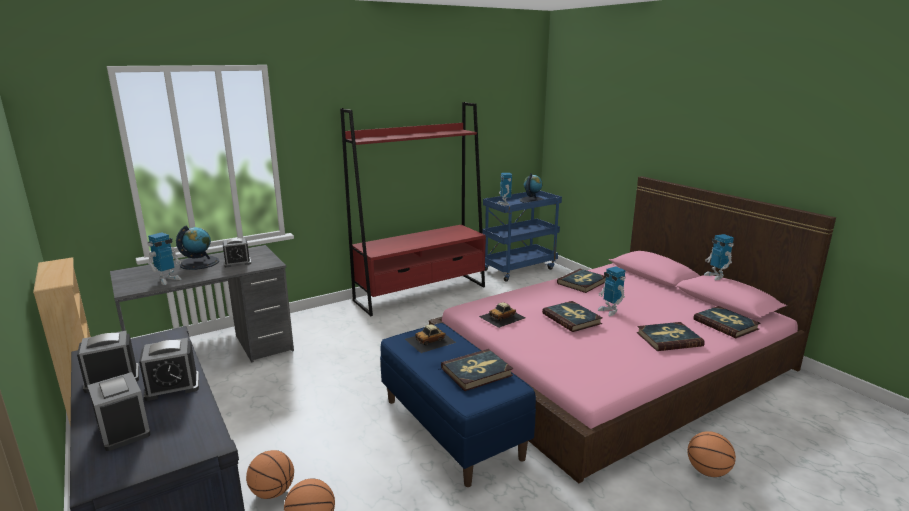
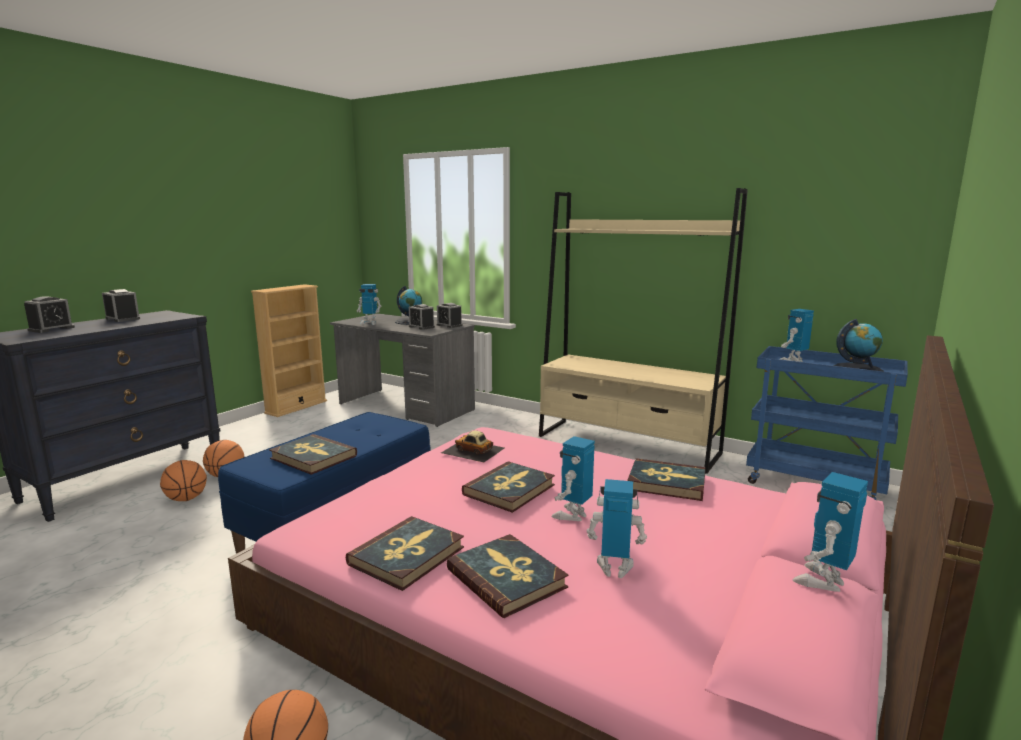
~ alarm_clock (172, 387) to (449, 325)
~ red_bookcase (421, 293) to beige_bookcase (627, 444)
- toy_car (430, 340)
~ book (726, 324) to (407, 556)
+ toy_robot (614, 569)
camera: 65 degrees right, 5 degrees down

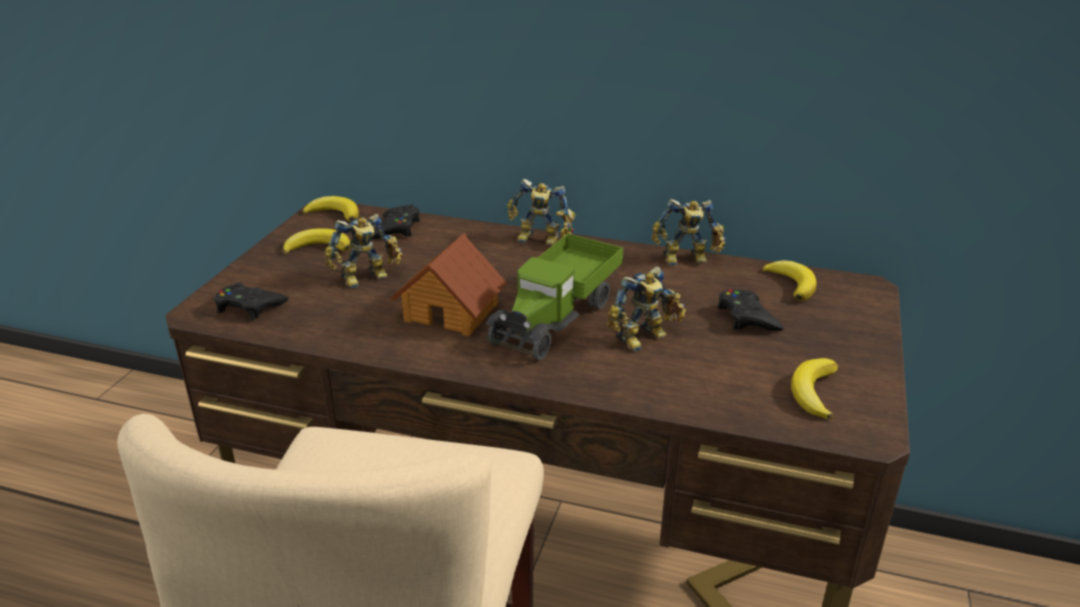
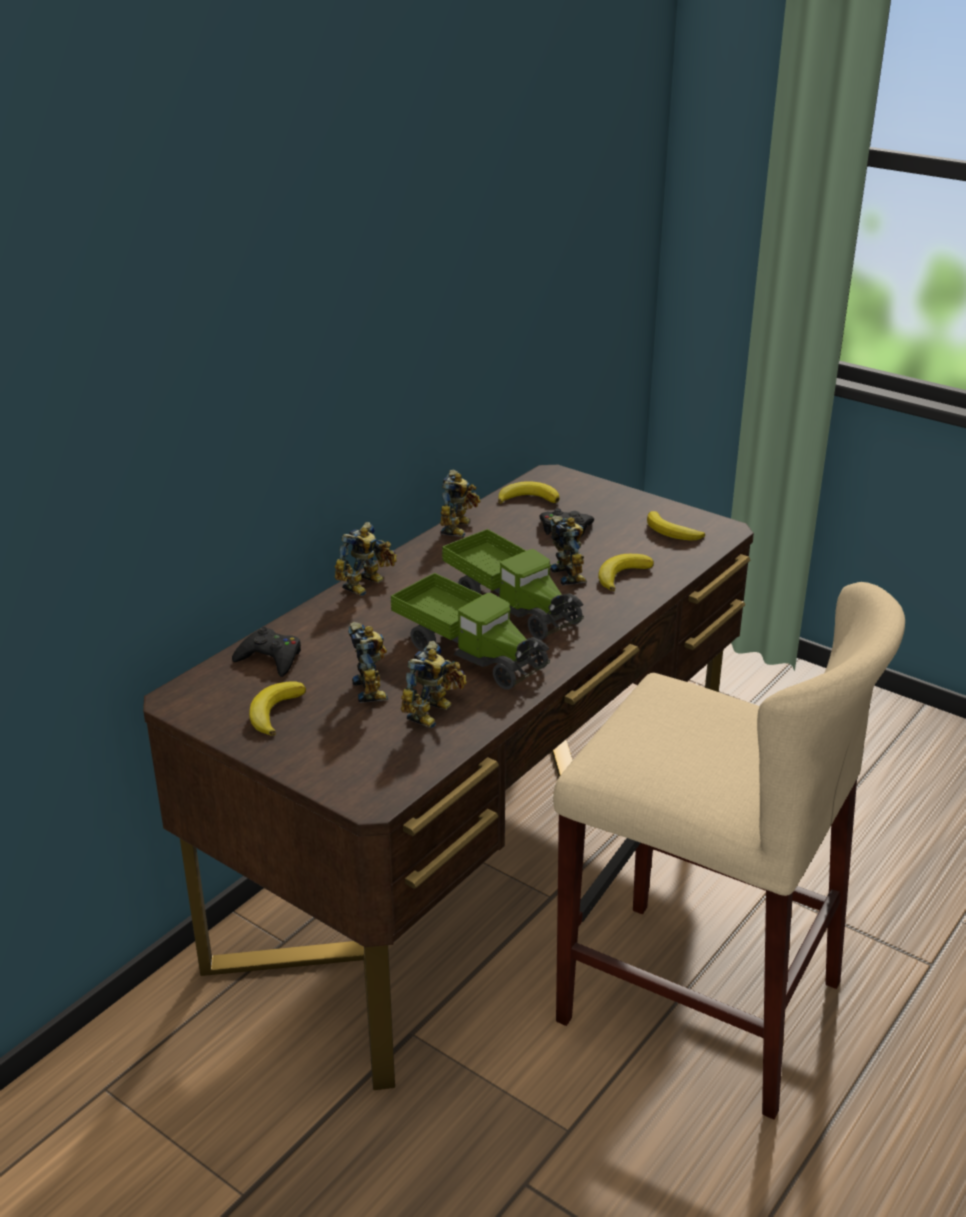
- black_game_controller (249, 306)
~ banana (334, 213) to (621, 575)
~ toy_house (452, 311) to toy_truck (470, 651)
+ toy_robot (434, 713)
camera: 70 degrees left, 0 degrees up

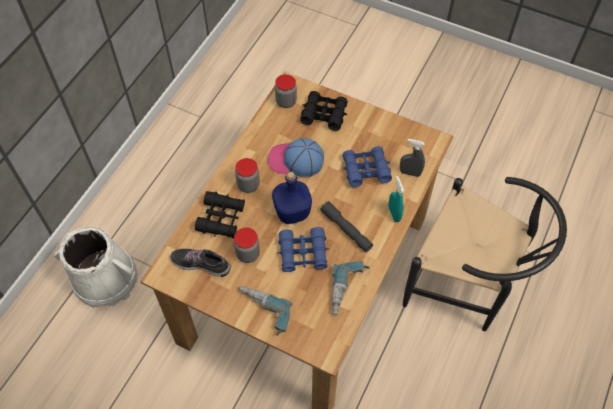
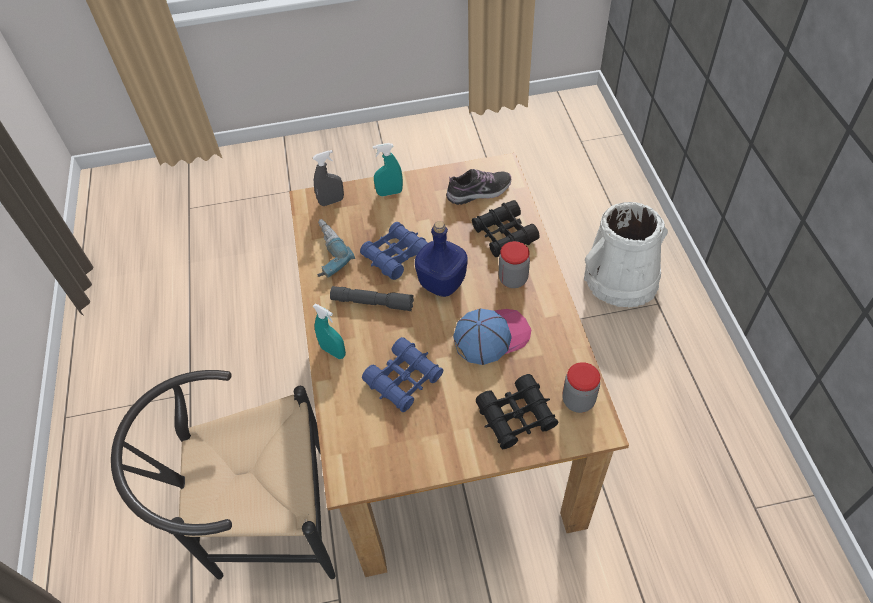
- jar (248, 254)
~ power_drill (261, 312) to turquoise_spray_bottle (390, 193)
~ grey_spray_bottle (410, 173) to (331, 201)
camera: 145 degrees right, 5 degrees down

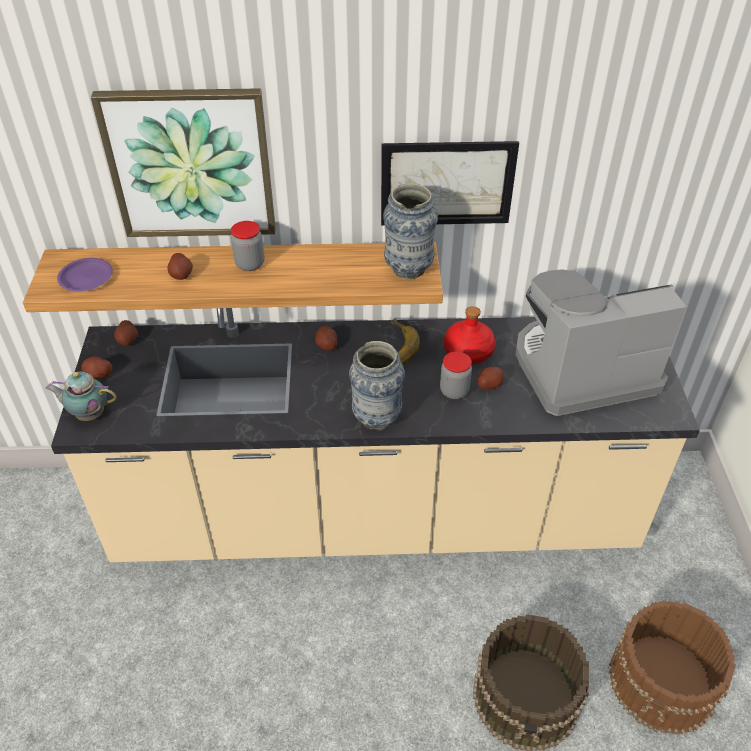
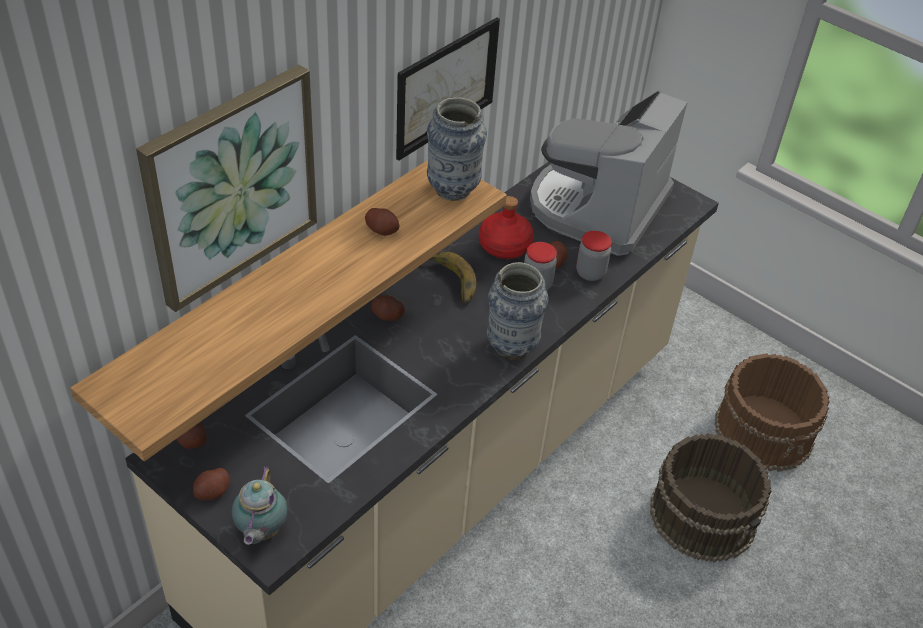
~ teapot (88, 414) = (260, 532) 45 degrees counterclockwise
- purple_plate (86, 278)
~ potato (181, 275) to (382, 230)
~ jar (250, 264) to (590, 273)
camera: 50 degrees left, 0 degrees up

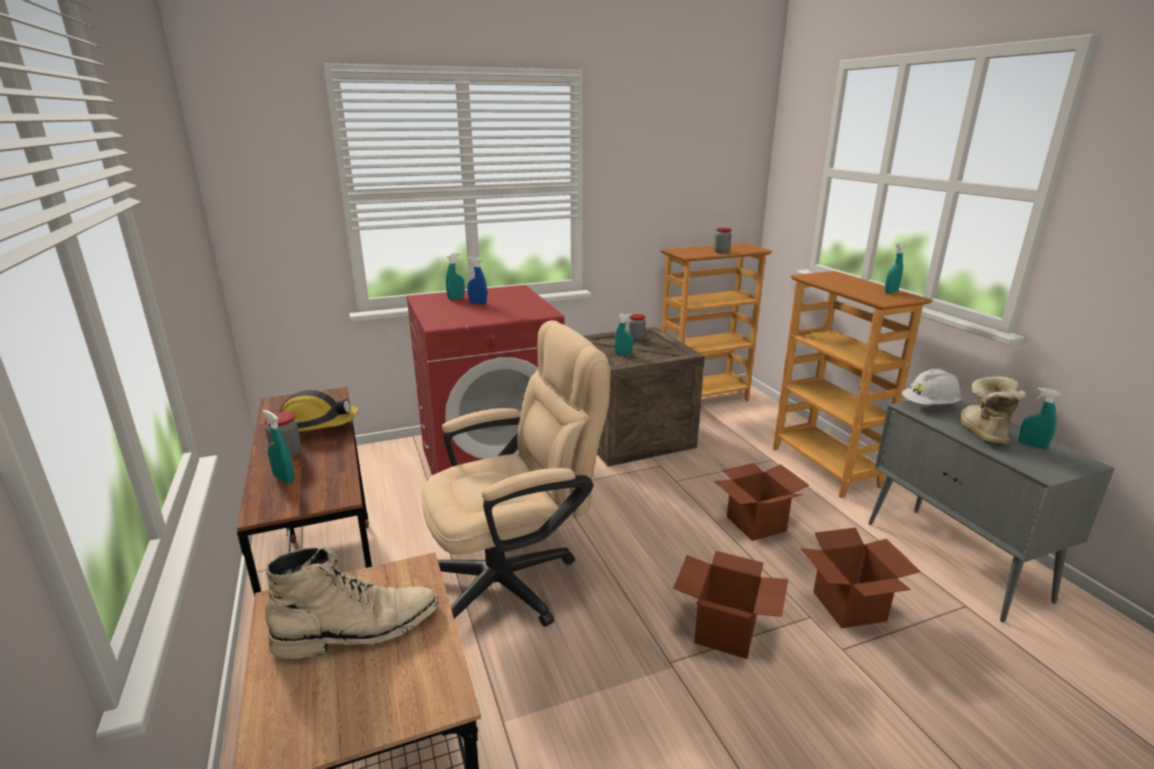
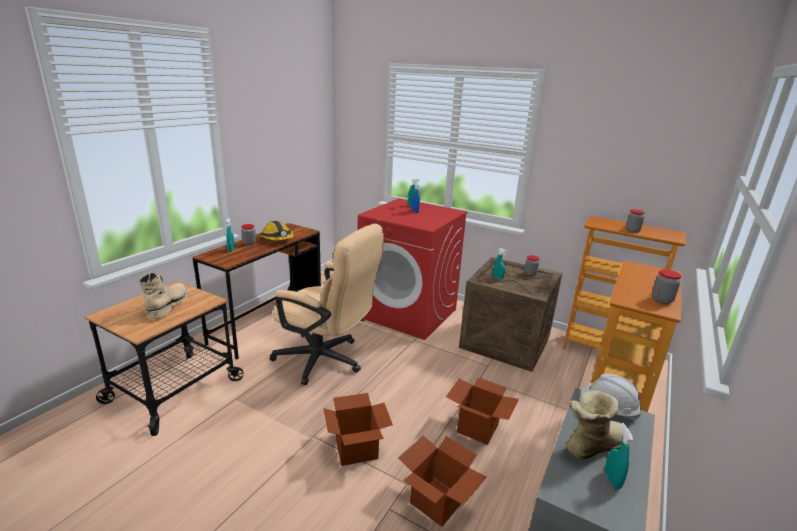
~ beige_boot (359, 630) = (168, 304) 120 degrees counterclockwise
~ turquoise_spray_bottle (891, 292) to jar (661, 300)
camera: 50 degrees right, 0 degrees up

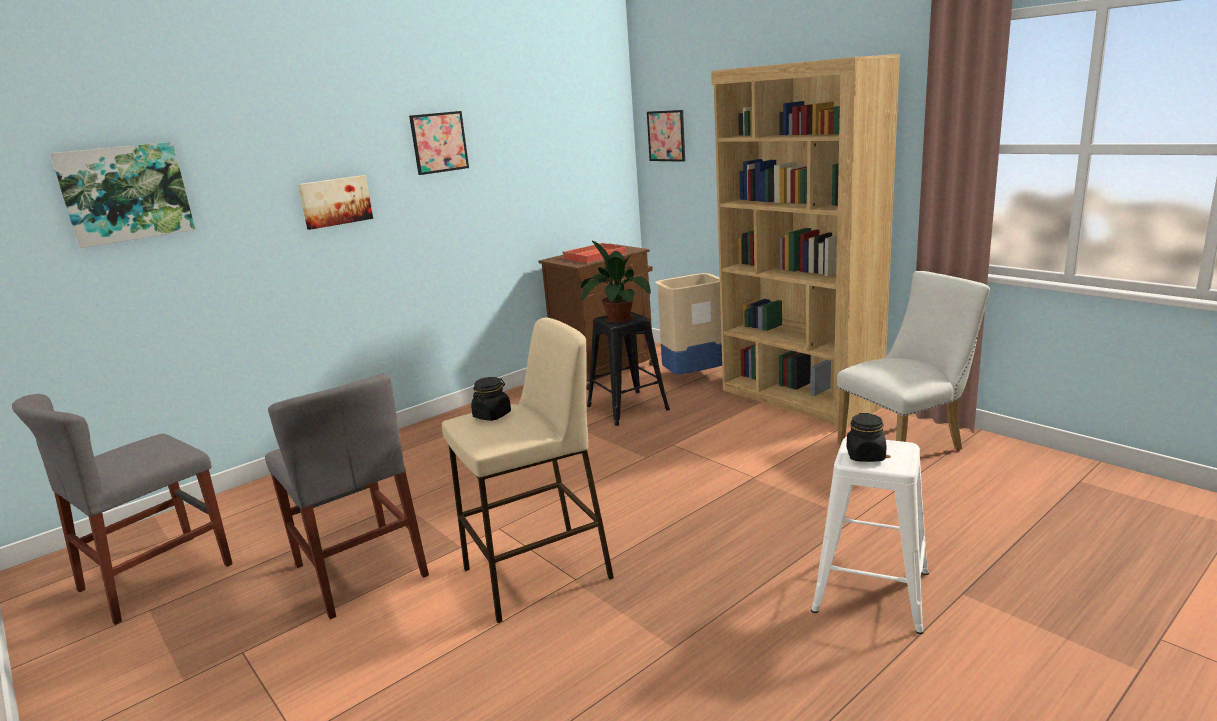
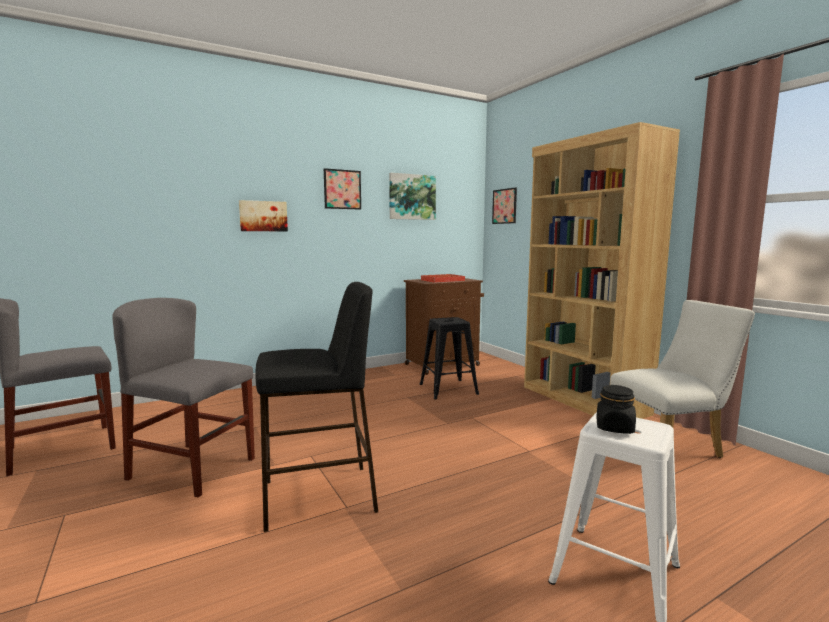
~ picture (125, 193) to (412, 197)
~ grey_chair (360, 570) = (193, 468) 135 degrees clockwise
~ beige_stool (538, 573) to black_stool (320, 496)
- black_jar (492, 415)
- potted_plant (616, 317)
- beige_trash_can (693, 376)
camera: 10 degrees right, 10 degrees down

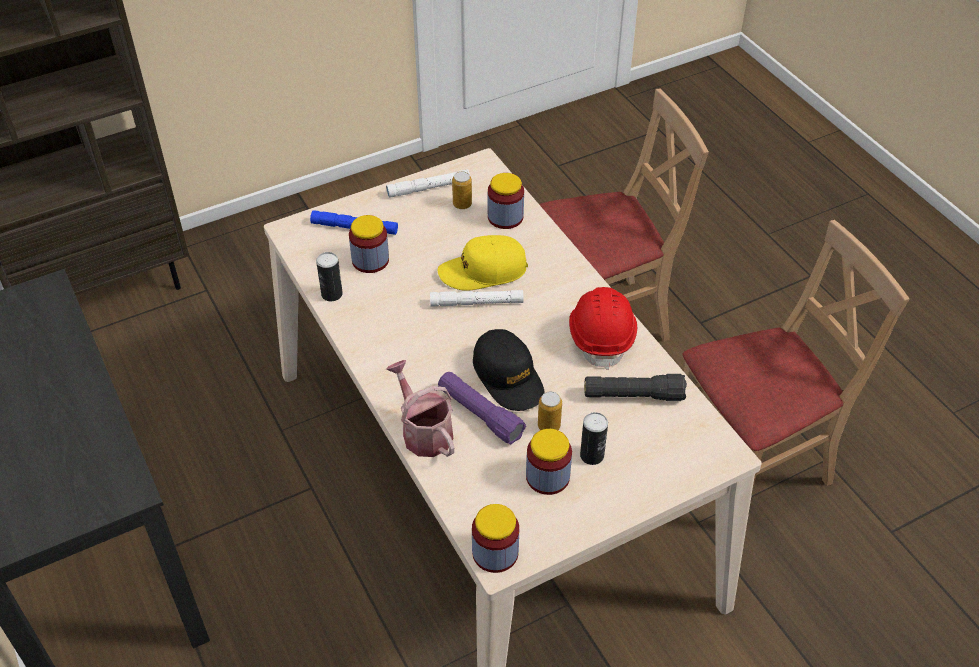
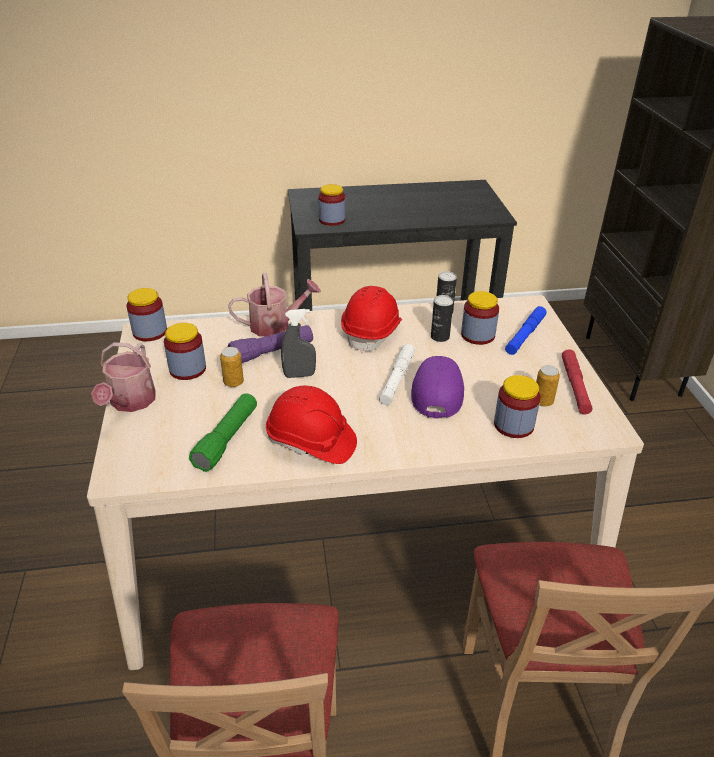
~ white_flashlight (428, 188) to red_flashlight (575, 386)
~ yellow_cap (483, 271) to purple_cap (437, 392)
~ black_cap (508, 377) to grey_spray_bottle (299, 375)
~ can (592, 455) to (440, 337)
~ black_flashlight (633, 395) to green_flashlight (227, 439)
+ watering_can (130, 402)
+ jar (332, 220)
+ red_hard_hat (372, 332)
camera: 110 degrees right, 10 degrees down

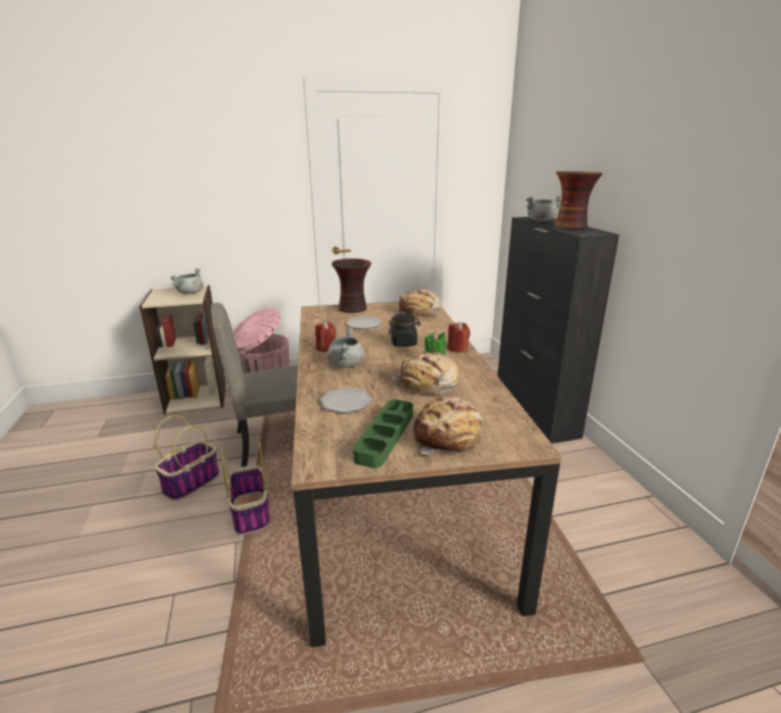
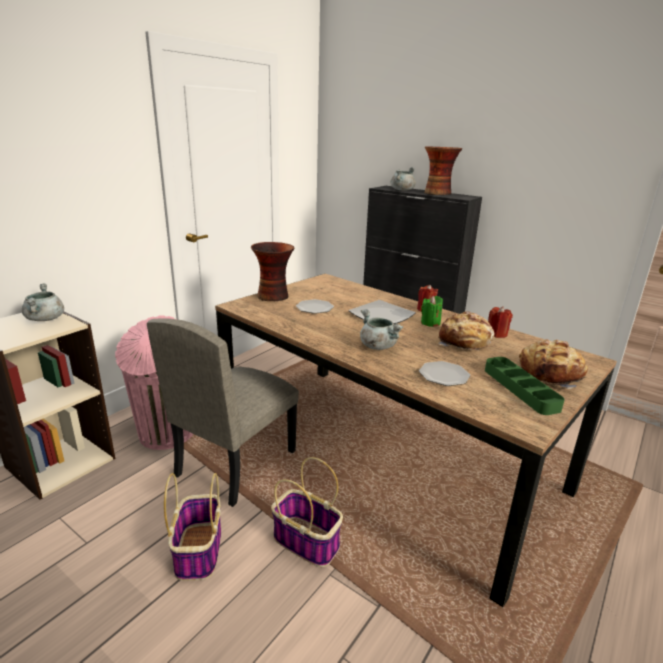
~ red_candle (326, 348) to (497, 334)
~ black_jar (404, 343) to plate (381, 316)
- bread (419, 311)
camera: 40 degrees left, 0 degrees up

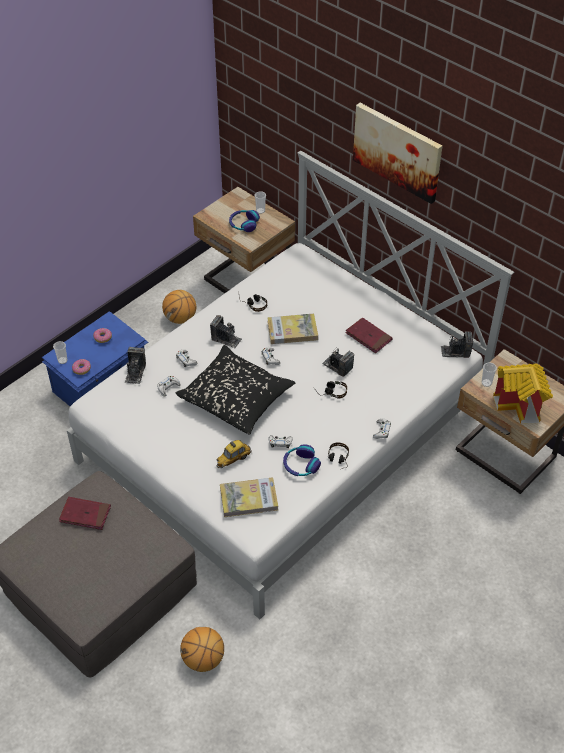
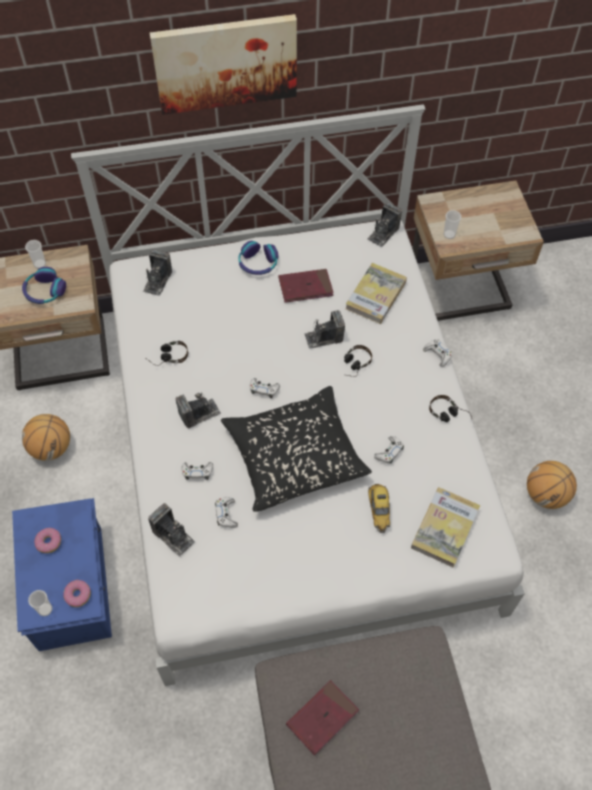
~ basketball (203, 659) to (546, 495)
~ book (292, 331) to (376, 295)
~ headphones (301, 465) to (258, 263)
- toy_house (520, 406)
+ photo_camera (157, 281)
camera: 55 degrees left, 10 degrees up

